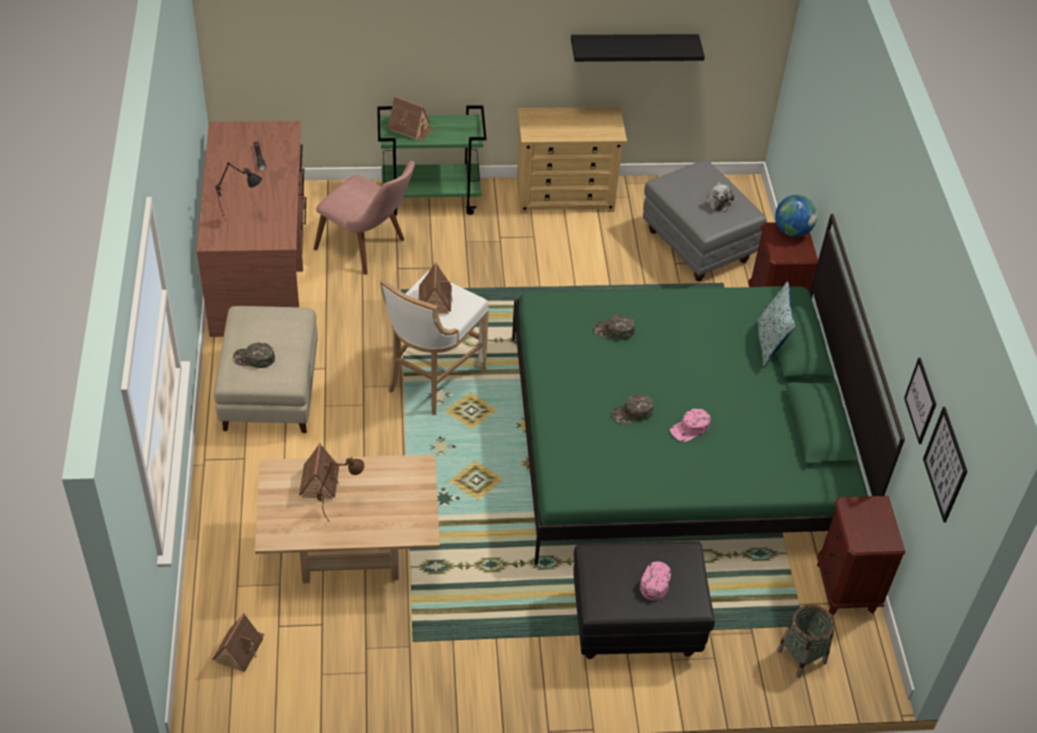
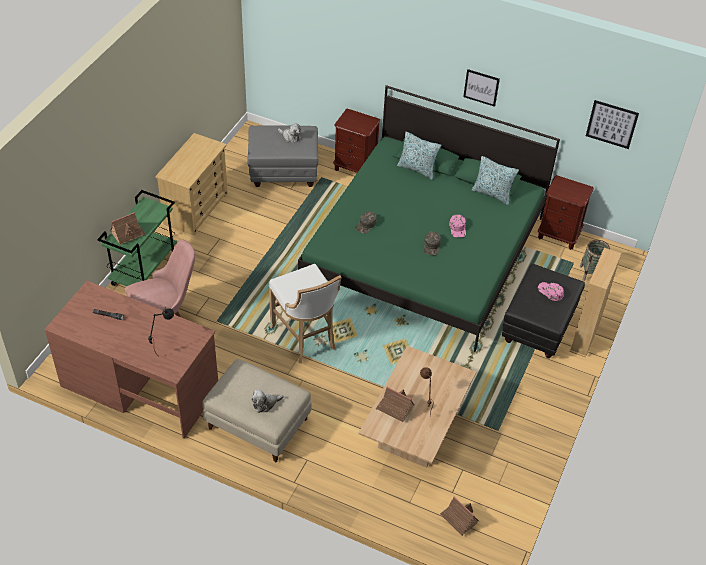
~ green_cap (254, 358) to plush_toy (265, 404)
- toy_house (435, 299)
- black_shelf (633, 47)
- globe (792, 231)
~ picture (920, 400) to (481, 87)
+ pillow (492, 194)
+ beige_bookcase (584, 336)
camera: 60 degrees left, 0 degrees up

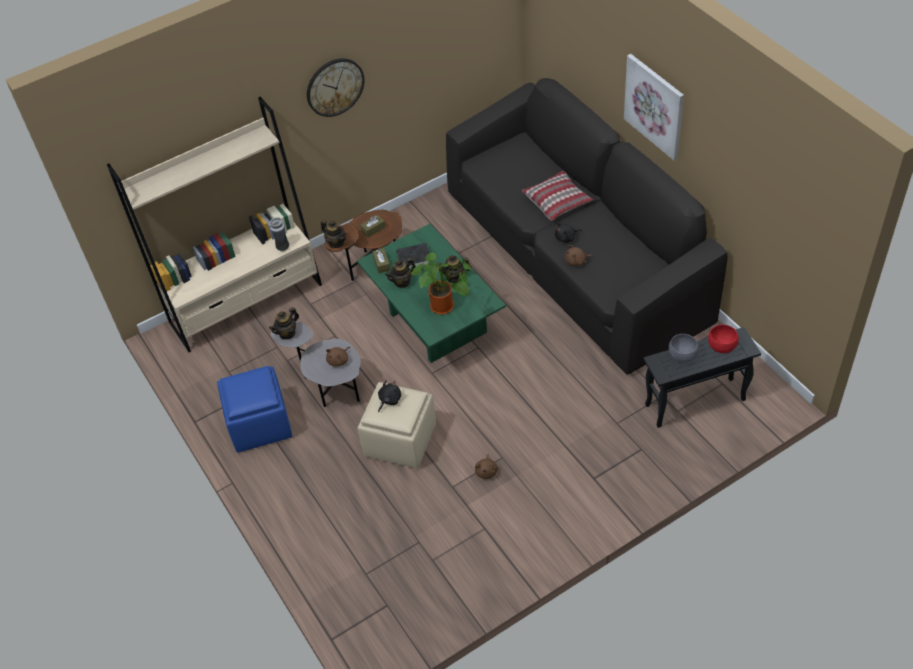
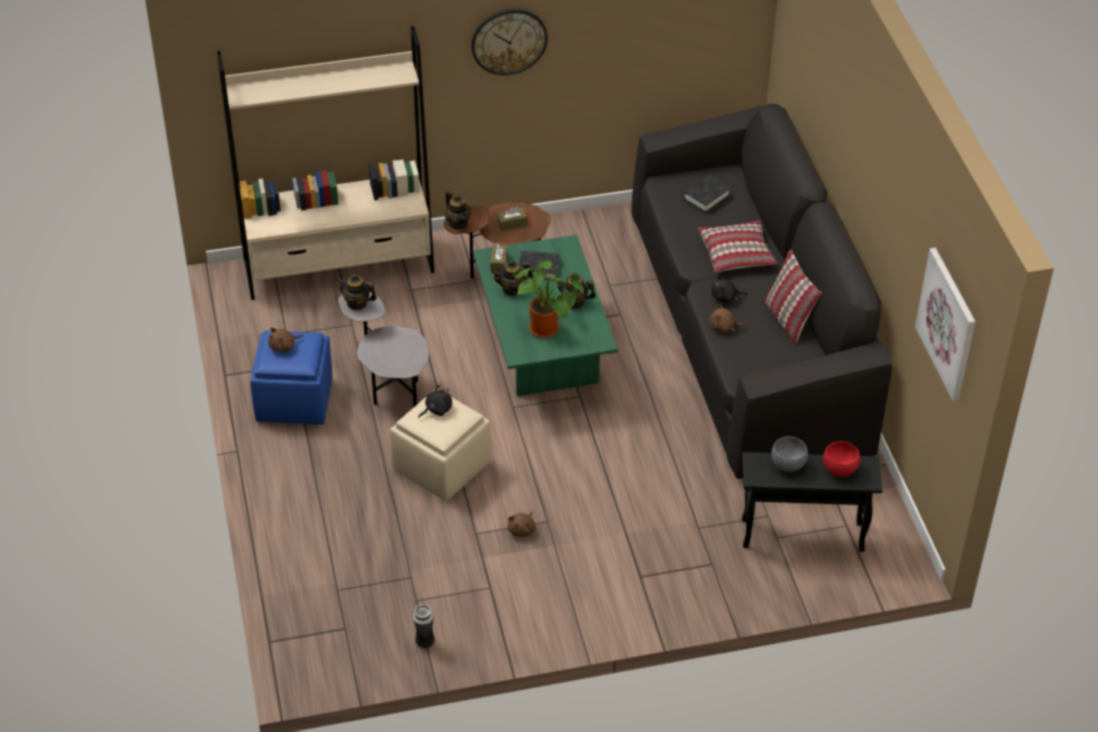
~ teapot (287, 333) = (357, 303) 45 degrees clockwise
~ vase (282, 247) to (424, 642)
~ brown_plush_toy (339, 360) to (284, 346)
~ picture (655, 106) to (948, 323)
+ black_book (706, 197)
+ pillow (787, 319)
camera: 15 degrees right, 5 degrees down

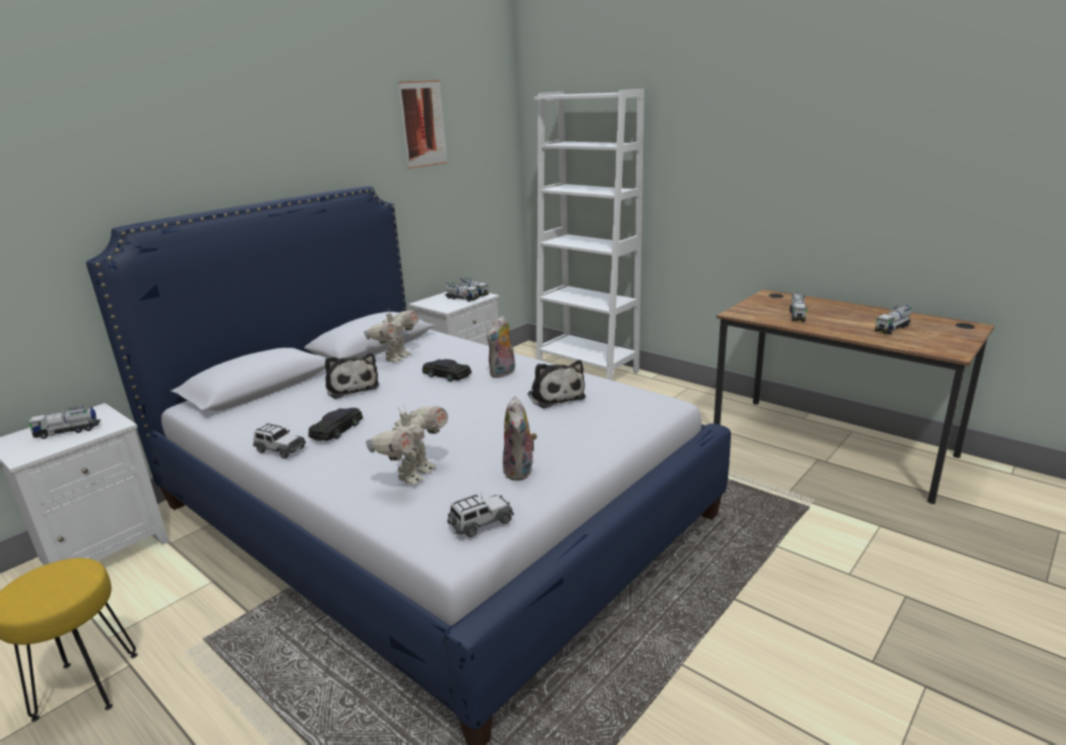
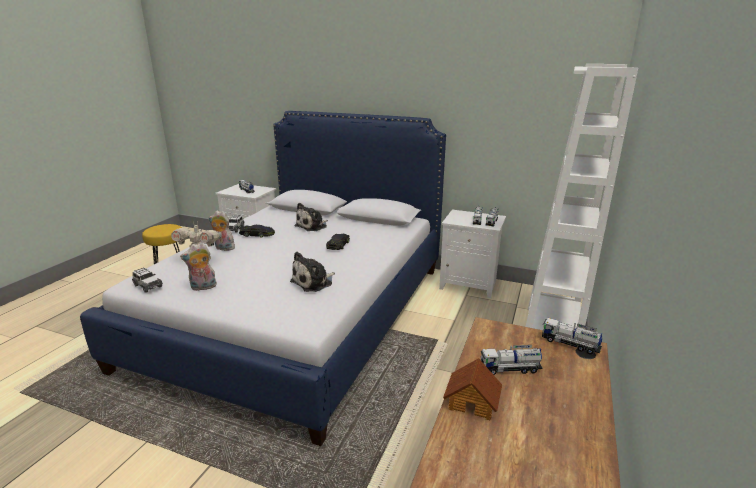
- toy_robot (396, 358)
- picture (423, 124)
~ plush_toy (503, 373) to (223, 248)
~ toy_truck (892, 328) to (570, 344)
+ toy_house (472, 401)
camera: 70 degrees right, 0 degrees up

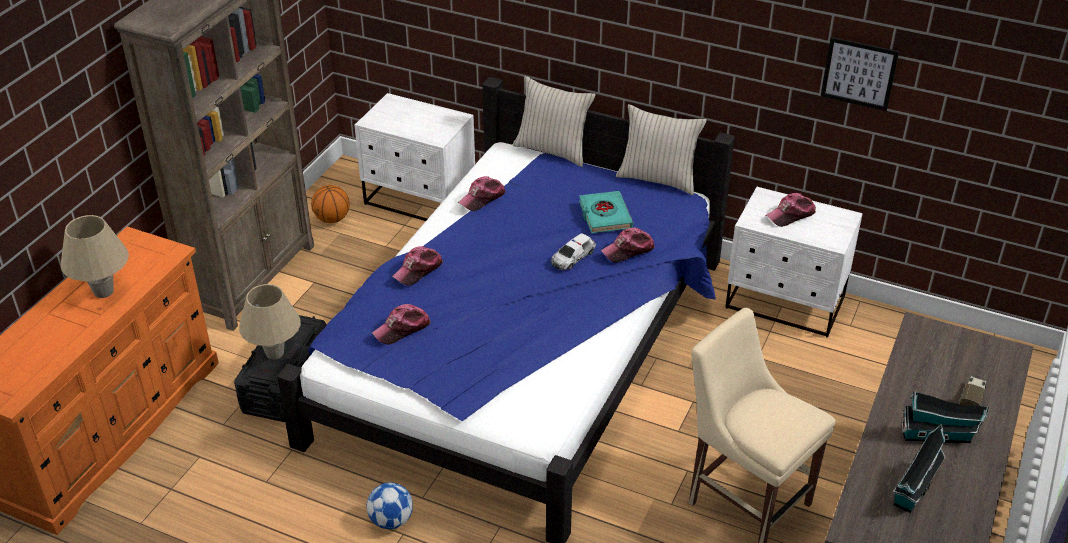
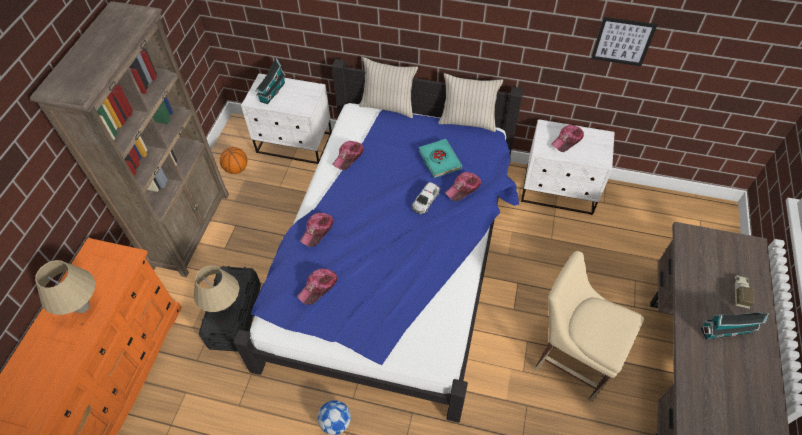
~ toy_house (914, 489) to (271, 93)
camera: 10 degrees left, 15 degrees up

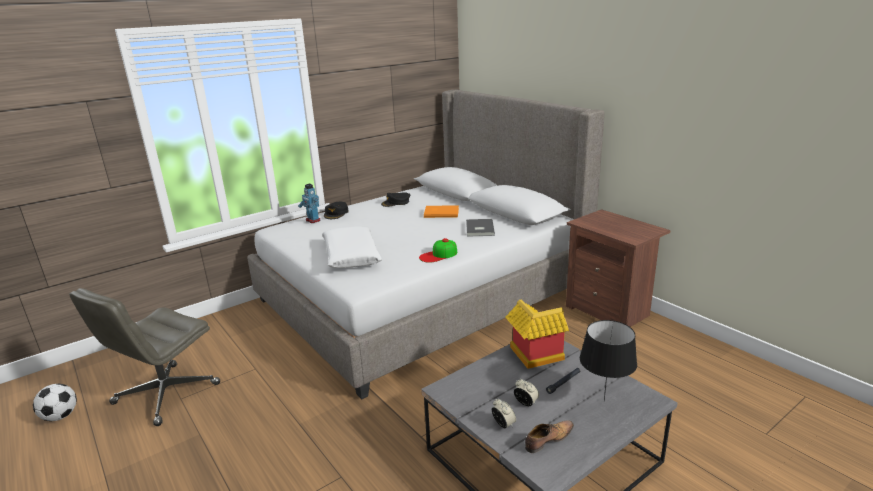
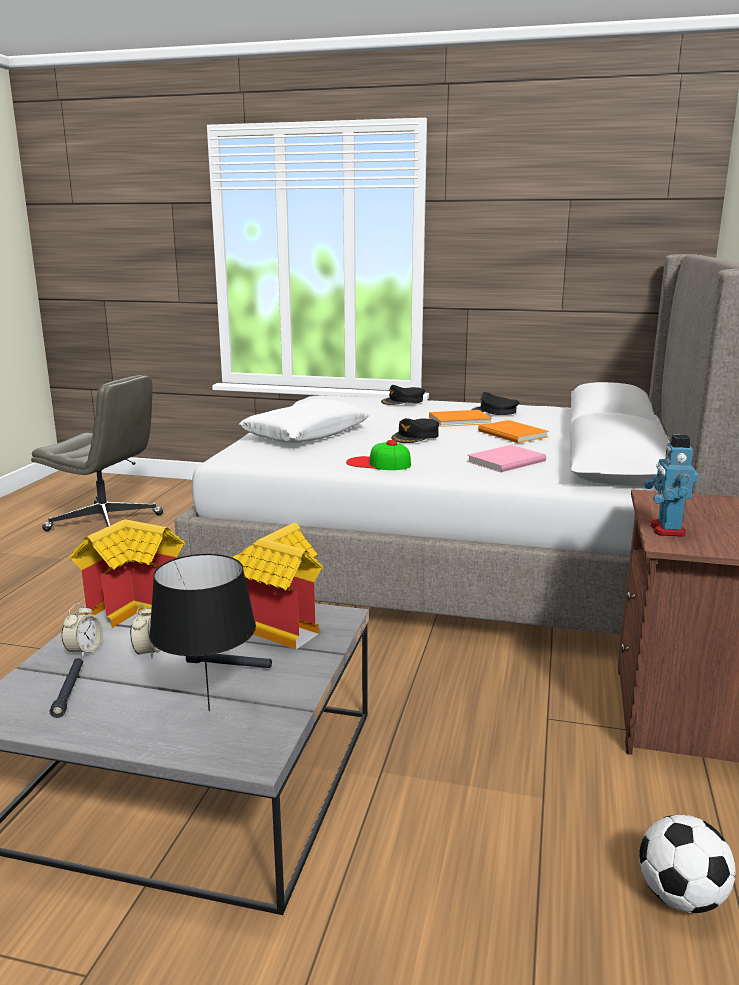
~ football (60, 416) to (681, 897)
~ grey_office_chair (165, 394) = (106, 523) 150 degrees counterclockwise
~ toy_robot (312, 220) to (666, 530)
~ grey_book (479, 229) to pink_book (504, 461)
~ shoe (548, 440) to black_flashlight (69, 691)
+ toy_house (137, 608)
+ black_cap (416, 437)
+ orange_book (461, 421)
camera: 50 degrees right, 5 degrees down

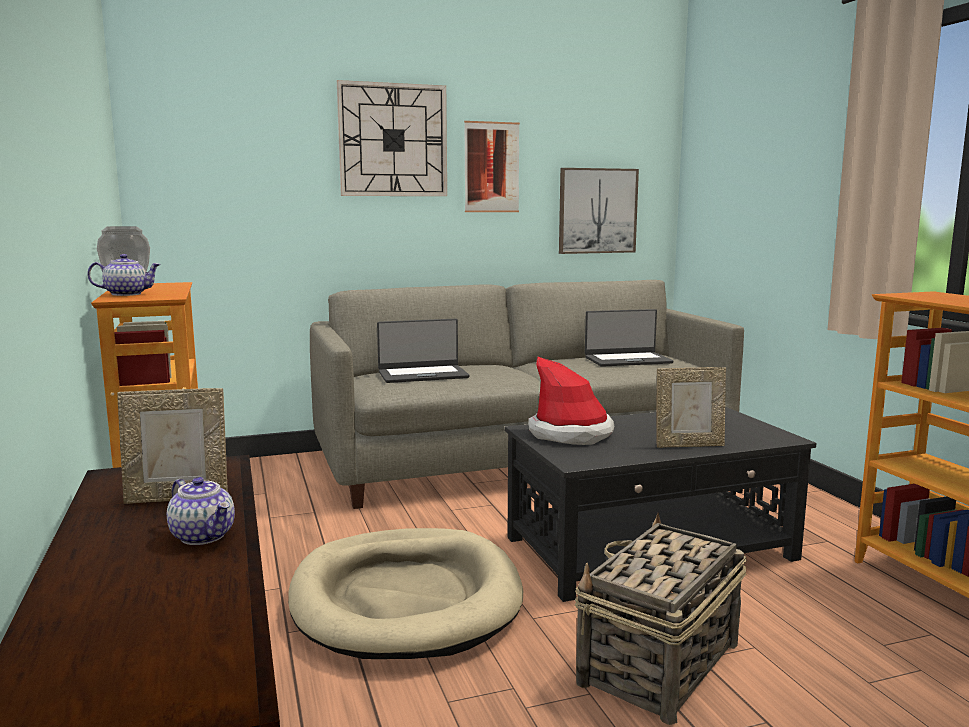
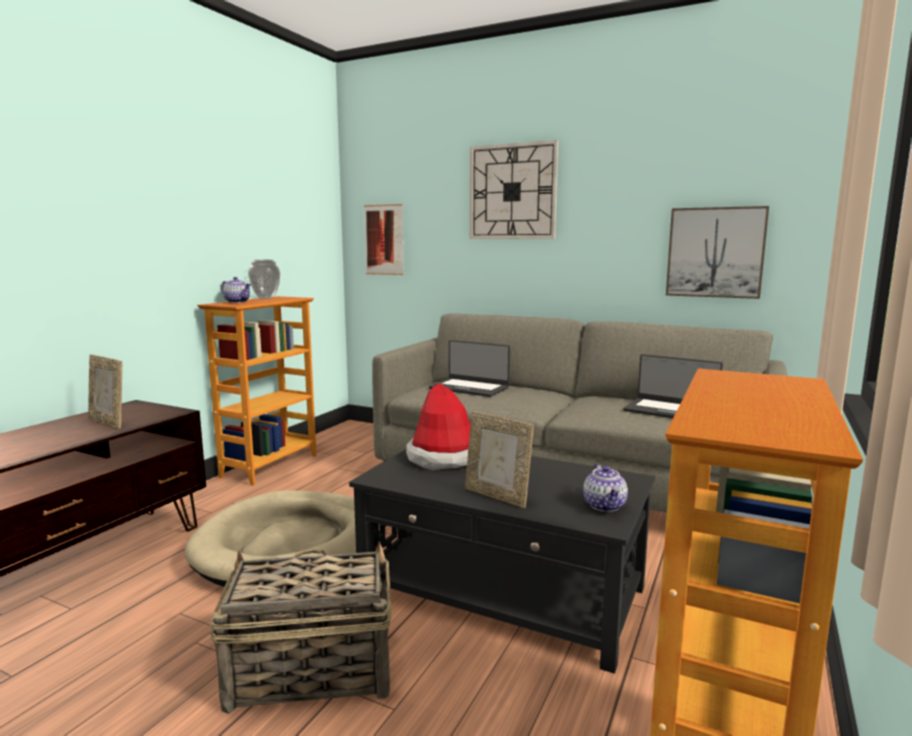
~ teapot (204, 536) to (605, 506)
~ picture (491, 167) to (384, 240)
camera: 45 degrees right, 0 degrees up

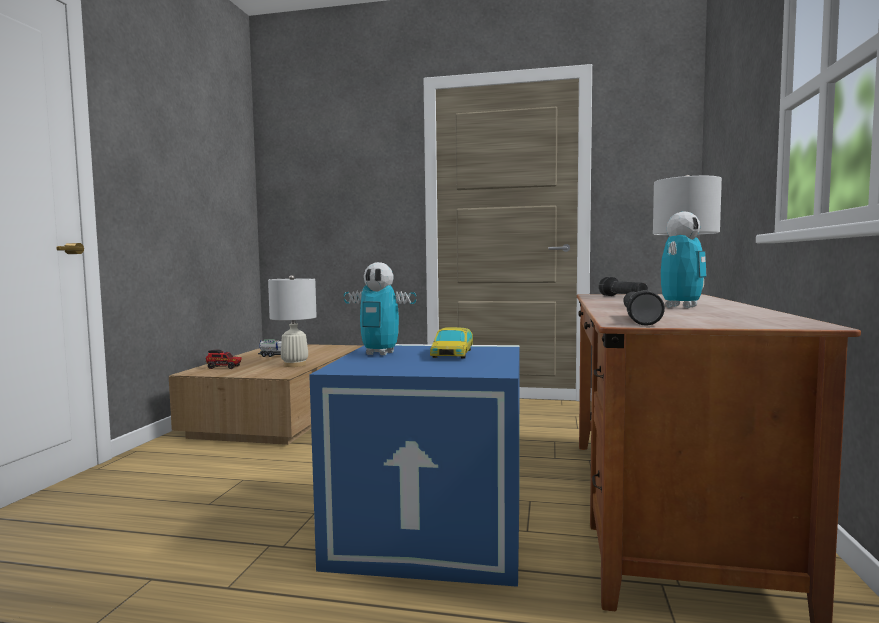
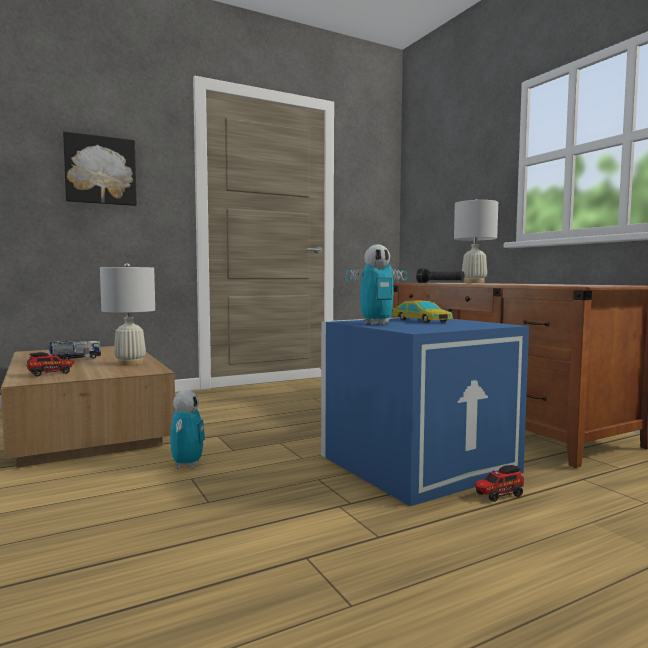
- black_flashlight (638, 319)
~ toy_robot (681, 307) to (187, 464)
+ picture (100, 170)
+ toy_truck (498, 495)
camera: 40 degrees left, 0 degrees up

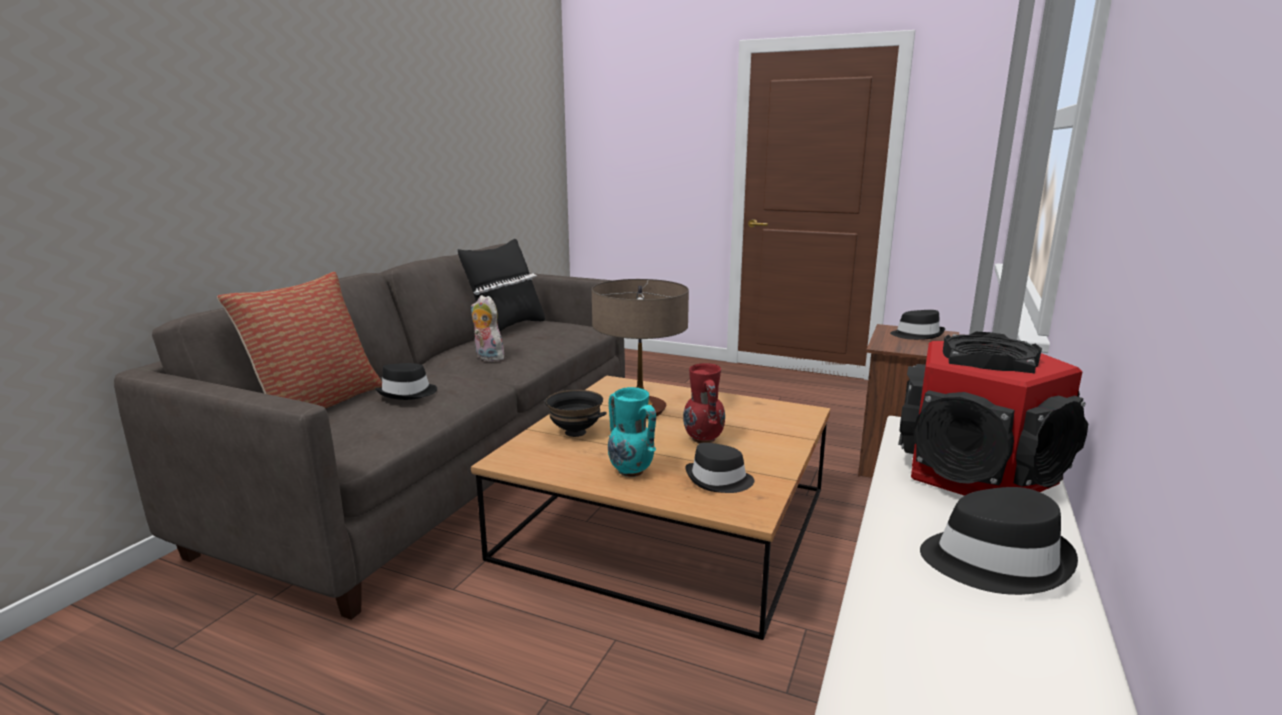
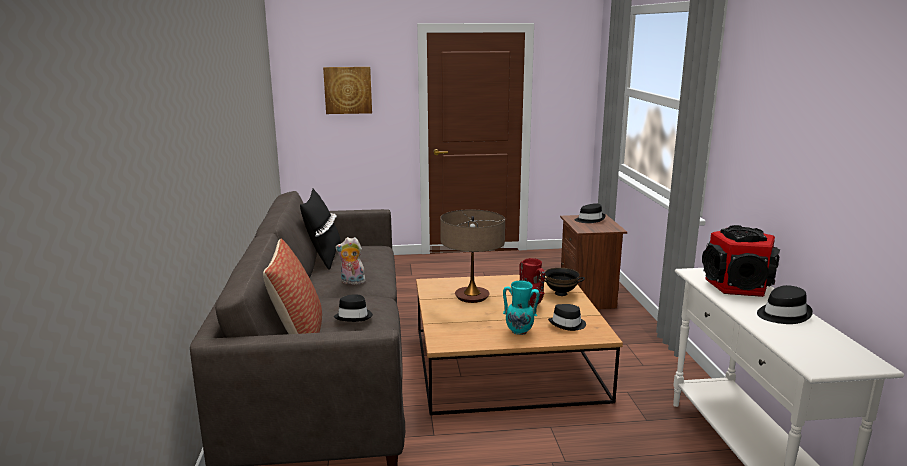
~ black_bowl (576, 432) to (561, 293)
+ picture (348, 90)
camera: 30 degrees left, 0 degrees up

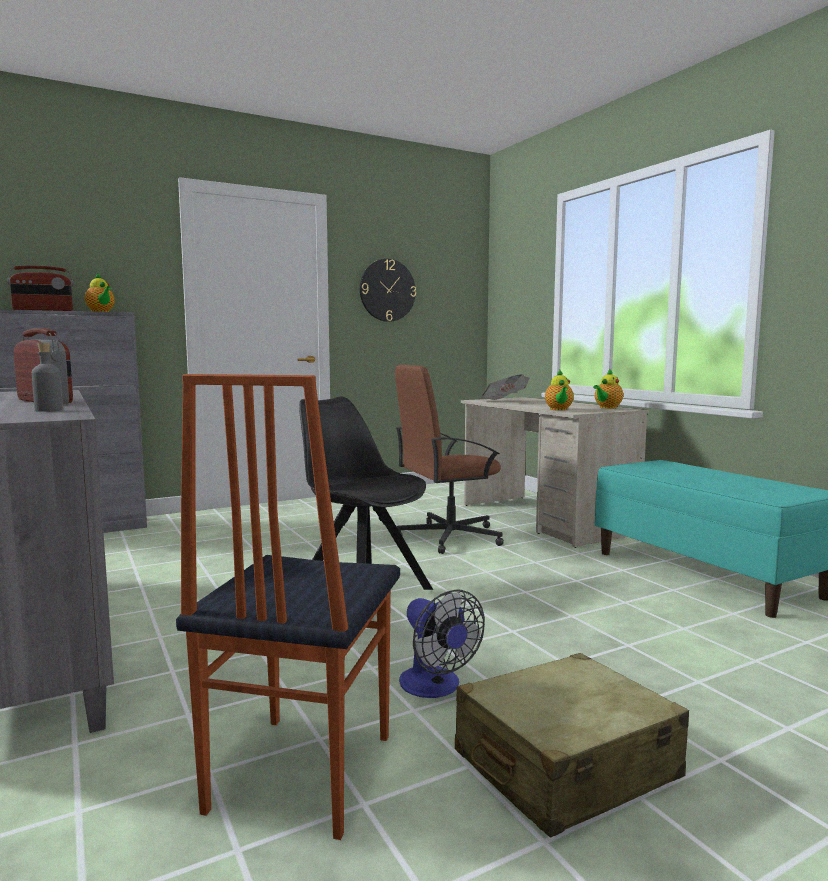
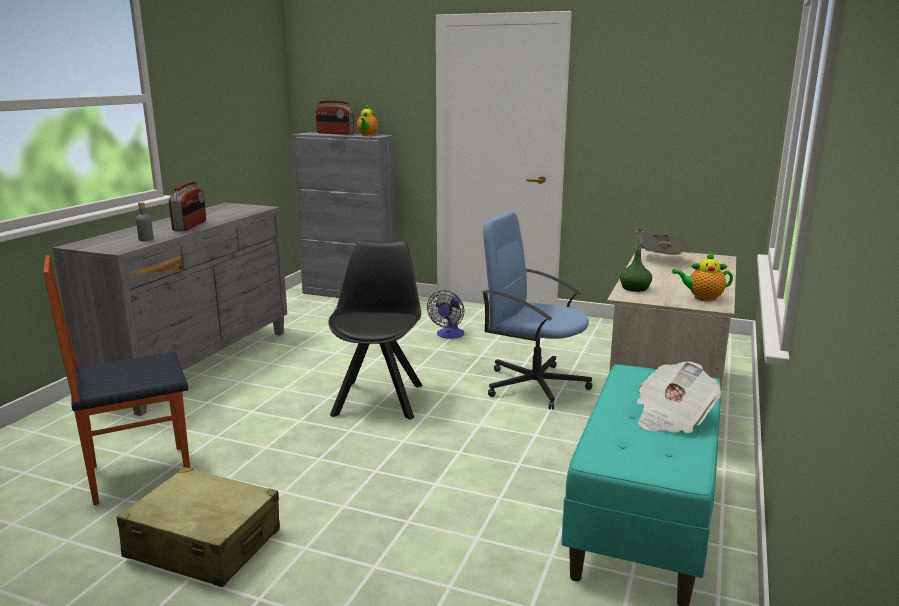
- wall_clock (387, 290)
~ brown_office_chair (448, 537) to blue_office_chair (534, 385)
~ fan (436, 687) to (449, 335)
~ teapot (559, 410) to green_bottle (634, 288)
+ newspaper (672, 418)
camera: 50 degrees right, 10 degrees up

